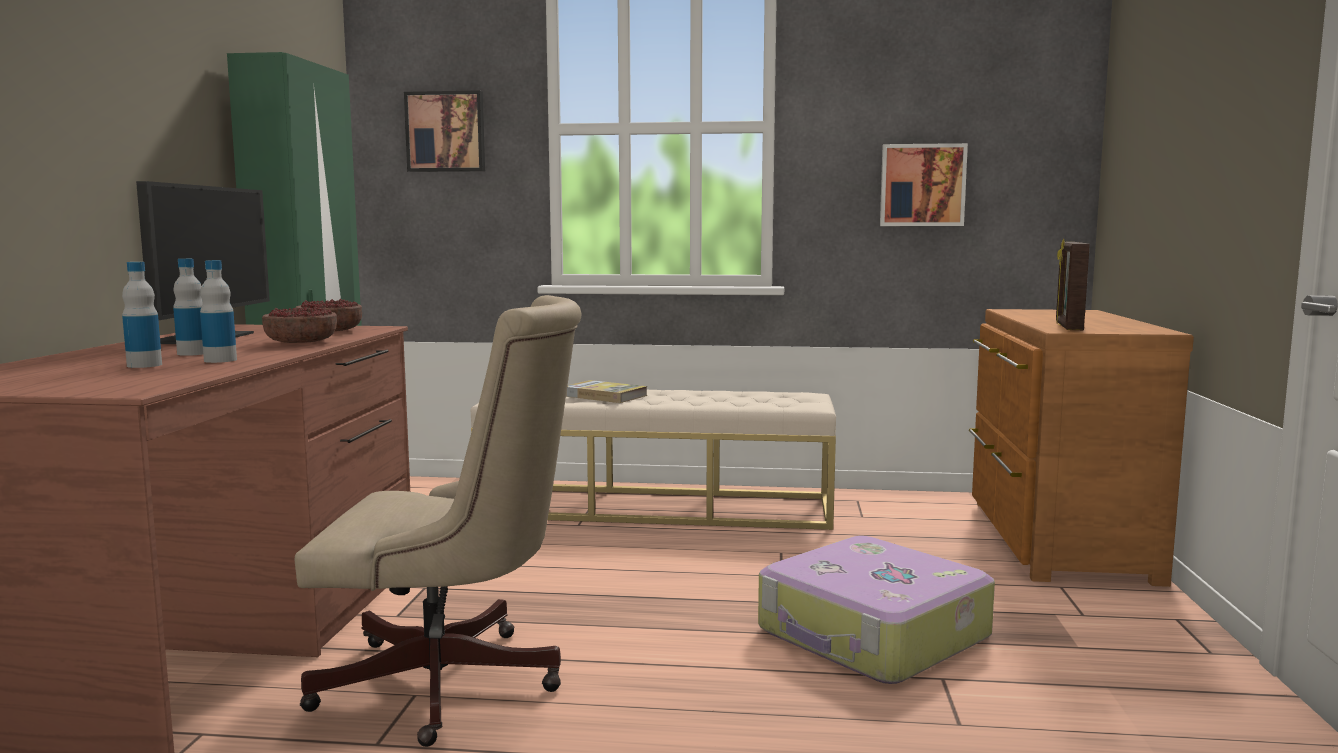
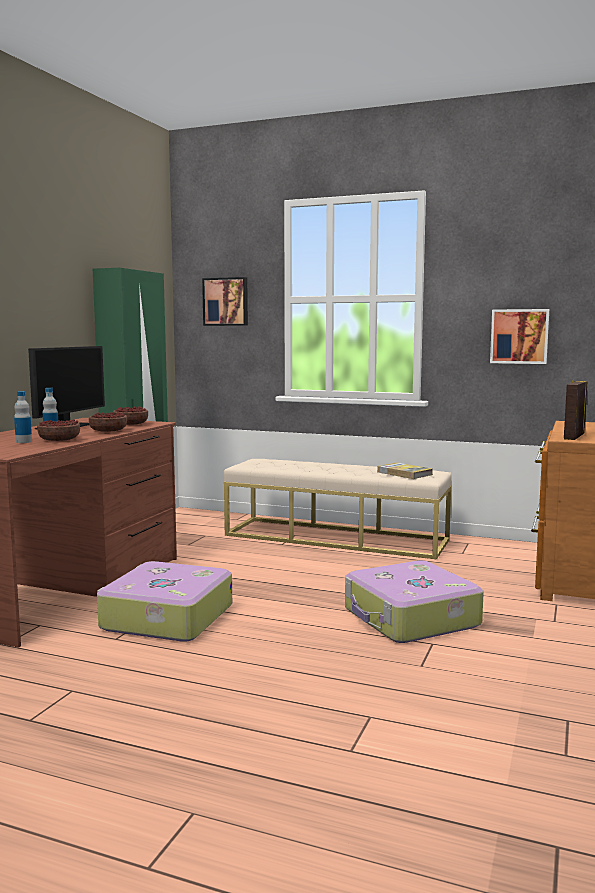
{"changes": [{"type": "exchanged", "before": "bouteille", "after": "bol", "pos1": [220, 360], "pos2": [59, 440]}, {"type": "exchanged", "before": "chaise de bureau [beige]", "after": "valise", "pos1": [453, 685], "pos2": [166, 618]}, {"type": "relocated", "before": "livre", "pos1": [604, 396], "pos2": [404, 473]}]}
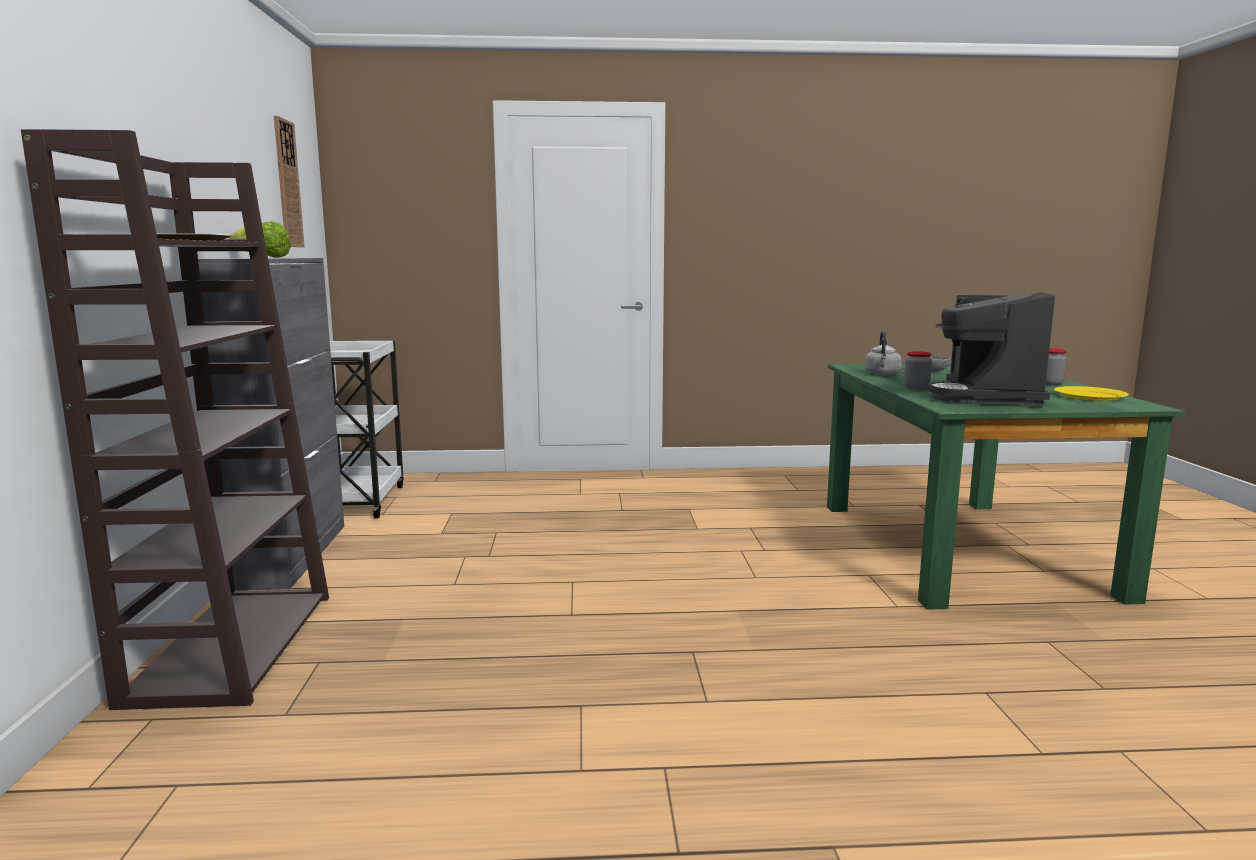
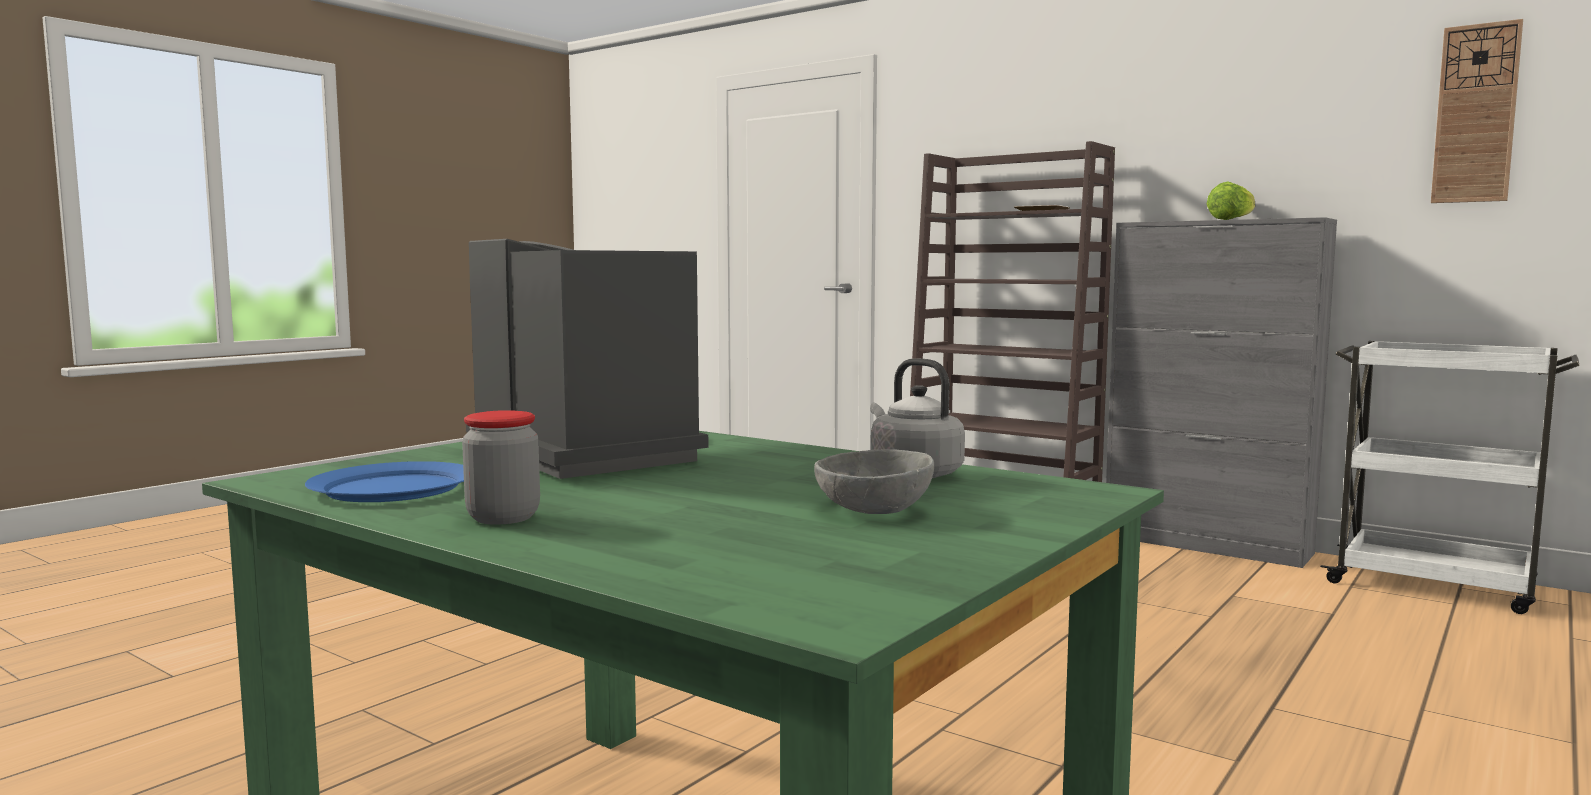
{"changes": [{"type": "missing", "before": "bocal", "pos1": [916, 388]}, {"type": "colour", "before": "assiette [jaune]", "after": "assiette [bleu]", "pos1": [1089, 396], "pos2": [394, 488]}]}
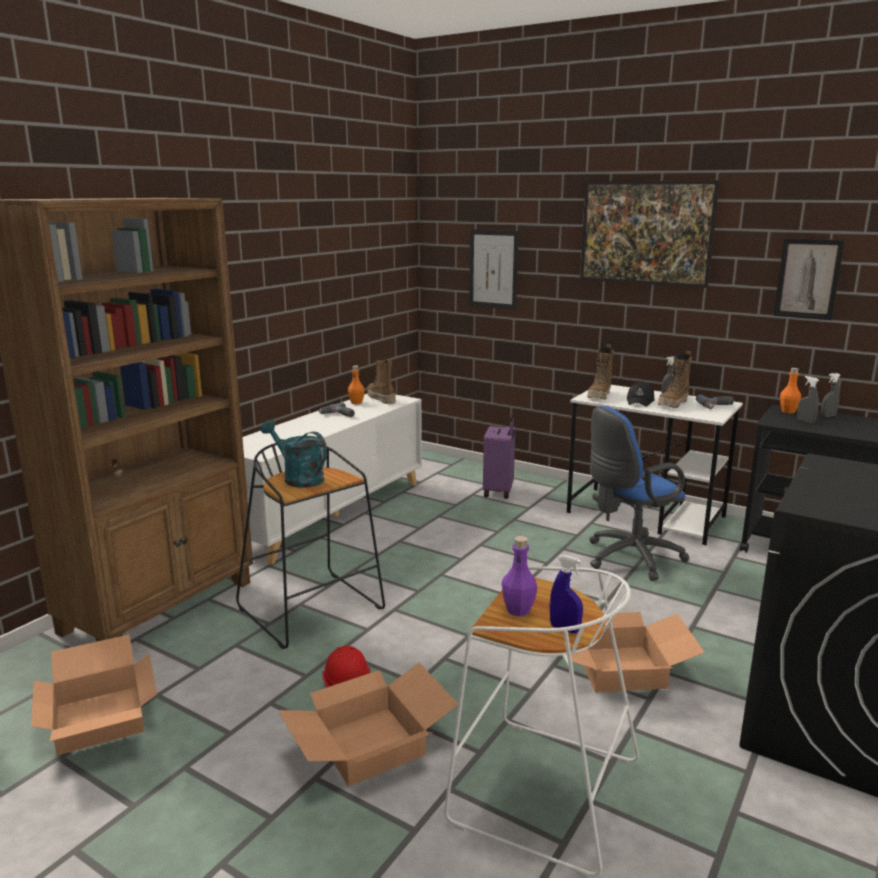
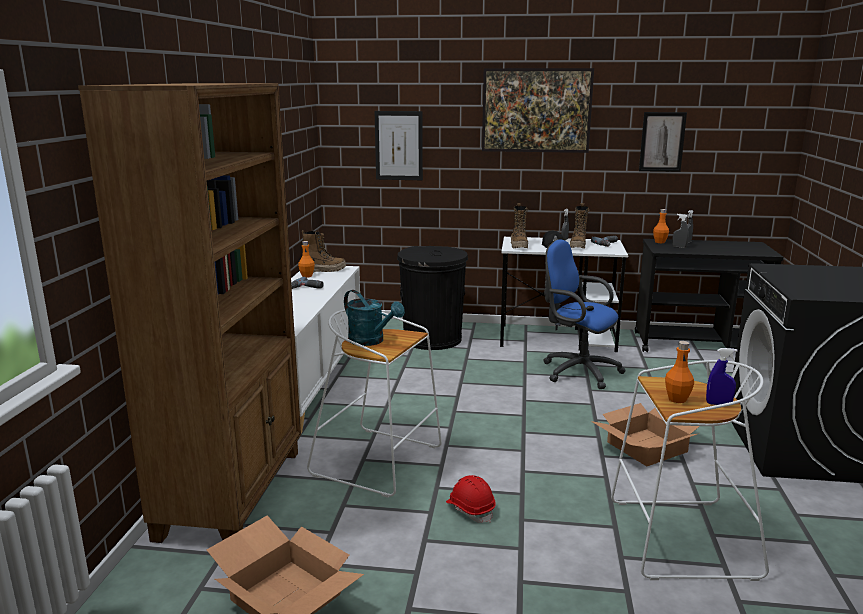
{"changes": [{"type": "spun", "before": "botte", "pos1": [381, 399], "pos2": [324, 270], "turn": 135}, {"type": "spun", "before": "chaise de bureau [bleu]", "pos1": [628, 558], "pos2": [577, 371], "turn": 90}, {"type": "exchanged", "before": "valise [violet]", "after": "poubelle [noir]", "pos1": [499, 491], "pos2": [432, 339]}, {"type": "spun", "before": "arrosoir [turquoise]", "pos1": [298, 478], "pos2": [371, 341], "turn": -150}, {"type": "colour", "before": "tabouret [noir]", "after": "tabouret [blanc]", "pos1": [313, 609], "pos2": [379, 461]}, {"type": "colour", "before": "bouteille [violet]", "after": "bouteille [orange]", "pos1": [518, 610], "pos2": [677, 399]}, {"type": "missing", "before": "carton", "pos1": [369, 746]}]}
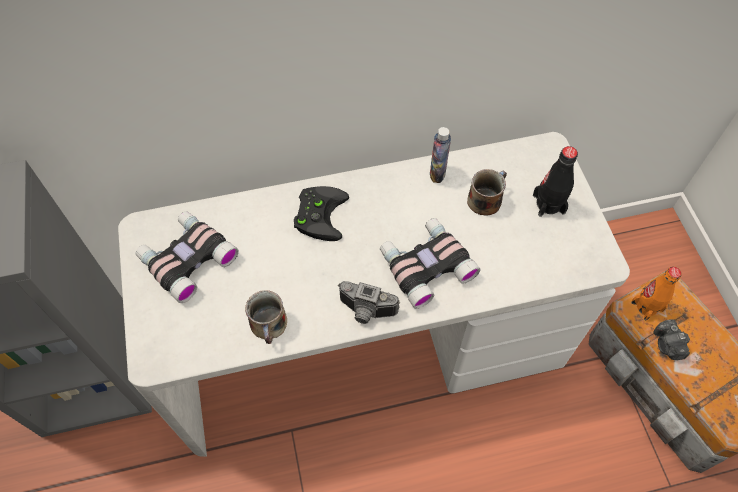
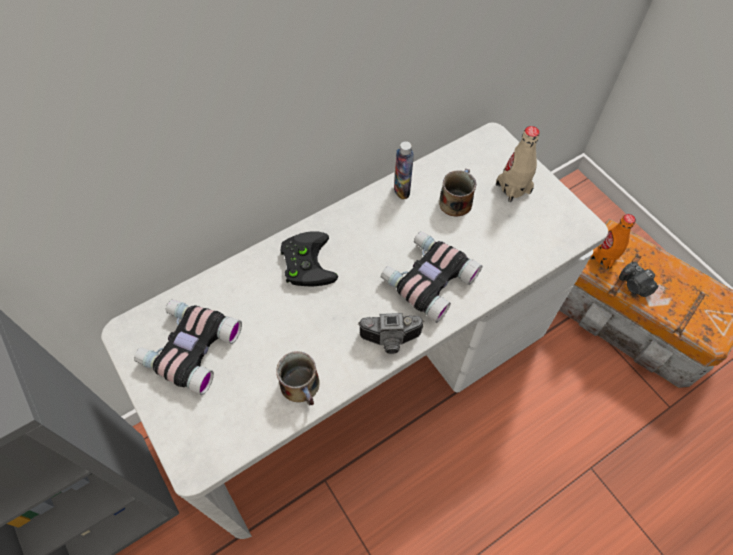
{"changes": [{"type": "colour", "before": "bouteille [noir]", "after": "bouteille [beige]", "pos1": [548, 204], "pos2": [513, 188]}]}
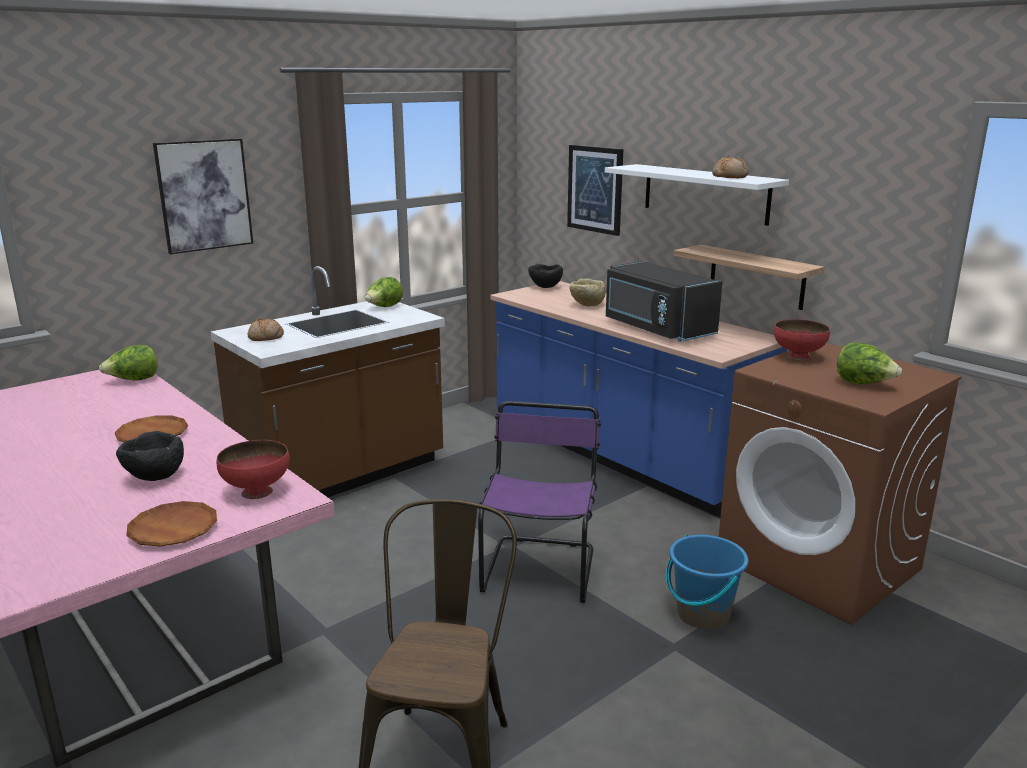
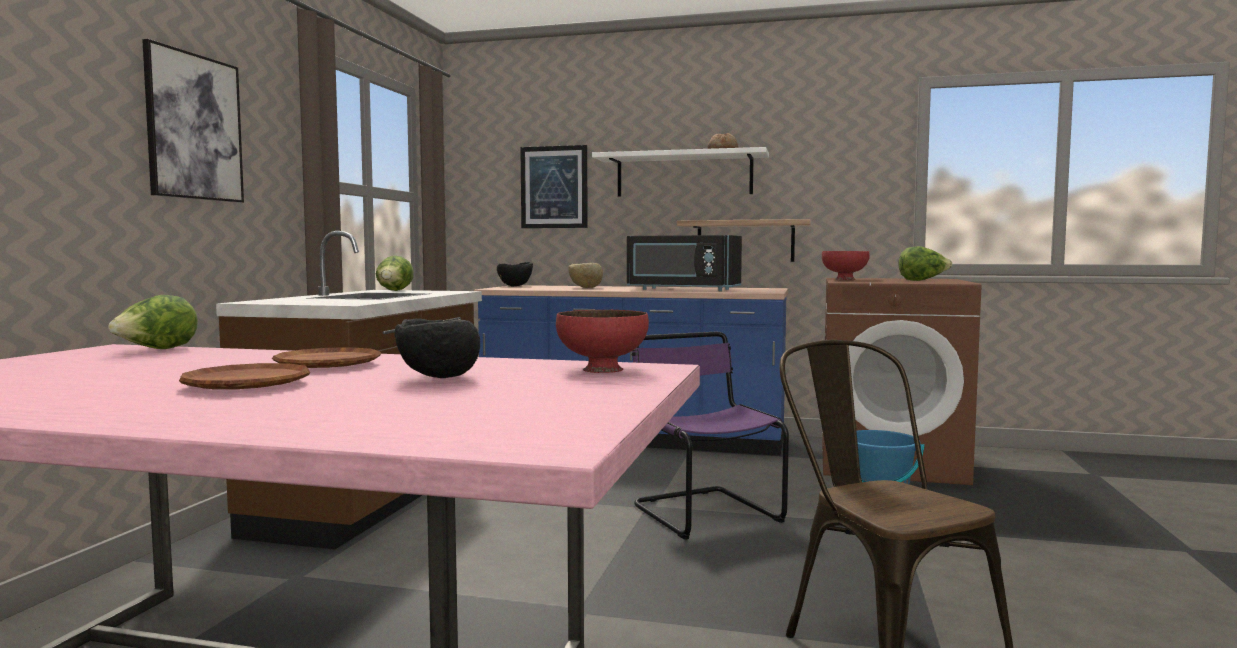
{"changes": [{"type": "missing", "before": "pain", "pos1": [265, 338]}, {"type": "relocated", "before": "assiette [marron]", "pos1": [173, 529], "pos2": [247, 385]}]}
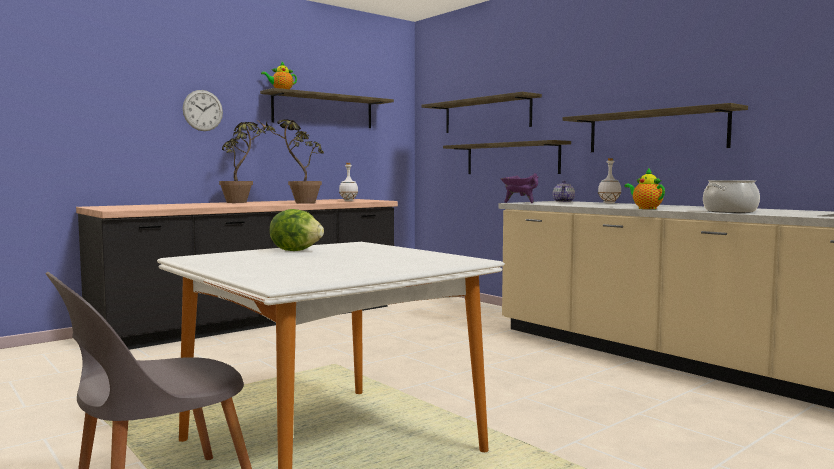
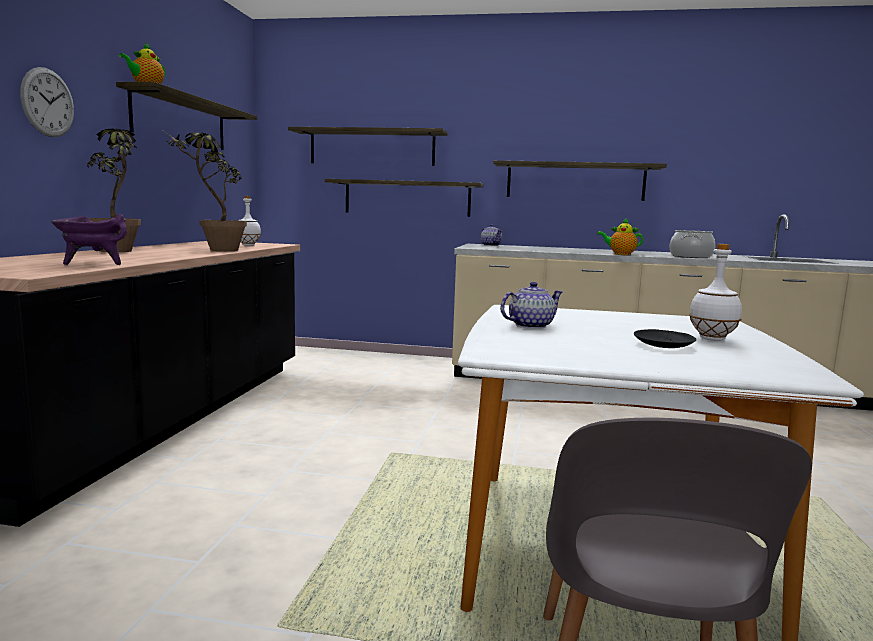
{"changes": [{"type": "relocated", "before": "bouteille [blanc]", "pos1": [609, 203], "pos2": [711, 339]}, {"type": "relocated", "before": "marmite [violet]", "pos1": [519, 202], "pos2": [93, 264]}, {"type": "exchanged", "before": "laitue", "after": "théière", "pos1": [296, 251], "pos2": [530, 326]}, {"type": "appeared", "after": "assiette [noir]", "pos2": [664, 345]}]}
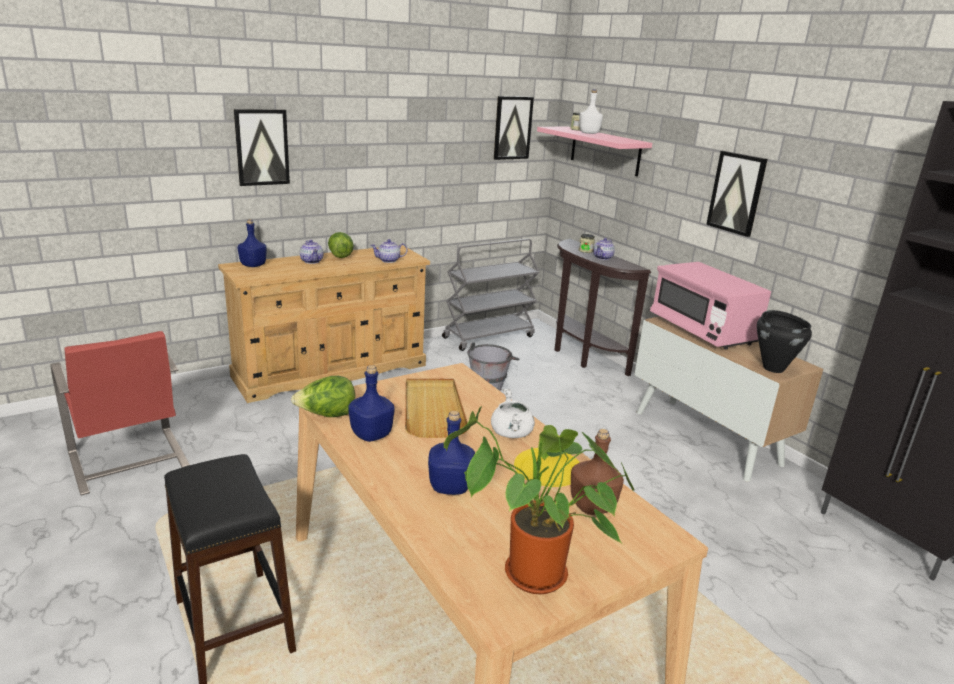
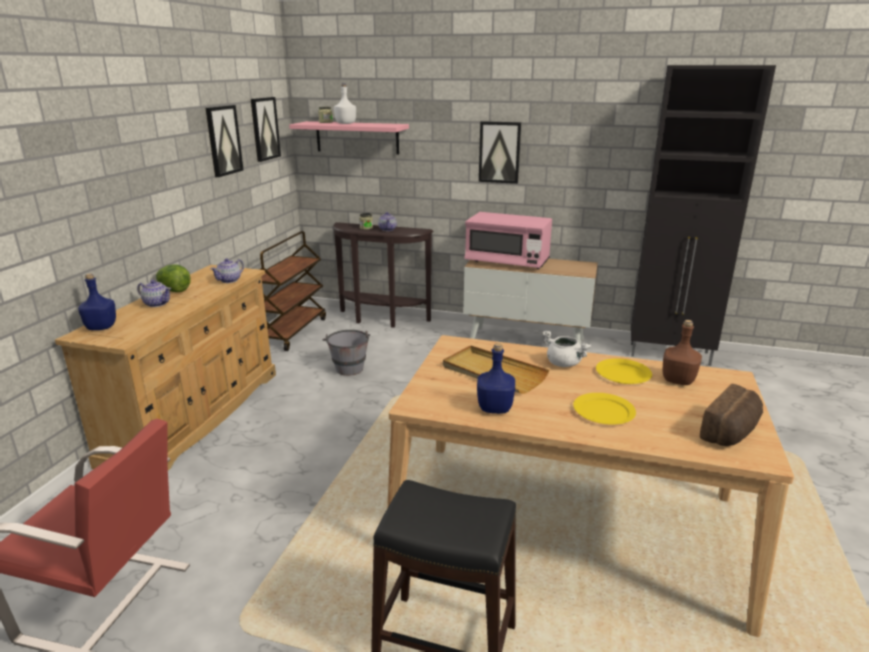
{"changes": [{"type": "relocated", "before": "tableau", "pos1": [262, 147], "pos2": [223, 140]}, {"type": "colour", "before": "chariot [gris]", "after": "chariot [marron]", "pos1": [488, 336], "pos2": [292, 332]}, {"type": "missing", "before": "marmite [noir]", "pos1": [773, 368]}, {"type": "missing", "before": "laitue", "pos1": [326, 415]}, {"type": "exchanged", "before": "plante en pot", "after": "pain", "pos1": [529, 577], "pos2": [731, 432]}, {"type": "exchanged", "before": "bouteille [bleu]", "after": "assiette [jaune]", "pos1": [451, 487], "pos2": [603, 411]}]}
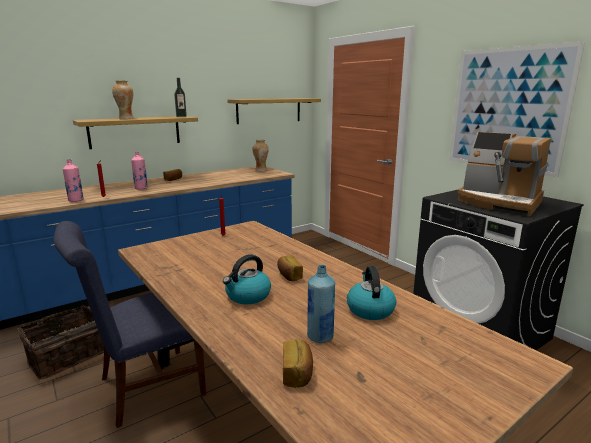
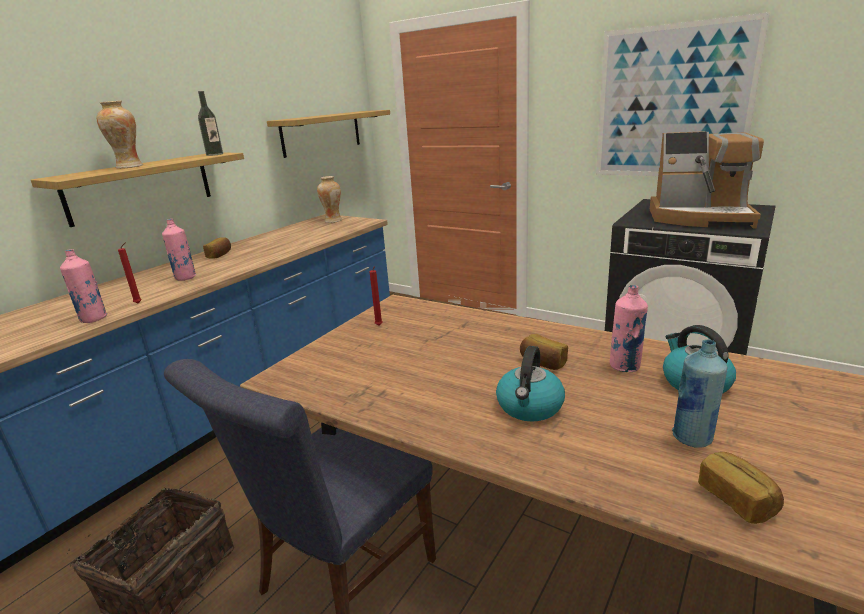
{"changes": [{"type": "appeared", "after": "bouteille [rose]", "pos2": [625, 366]}]}
